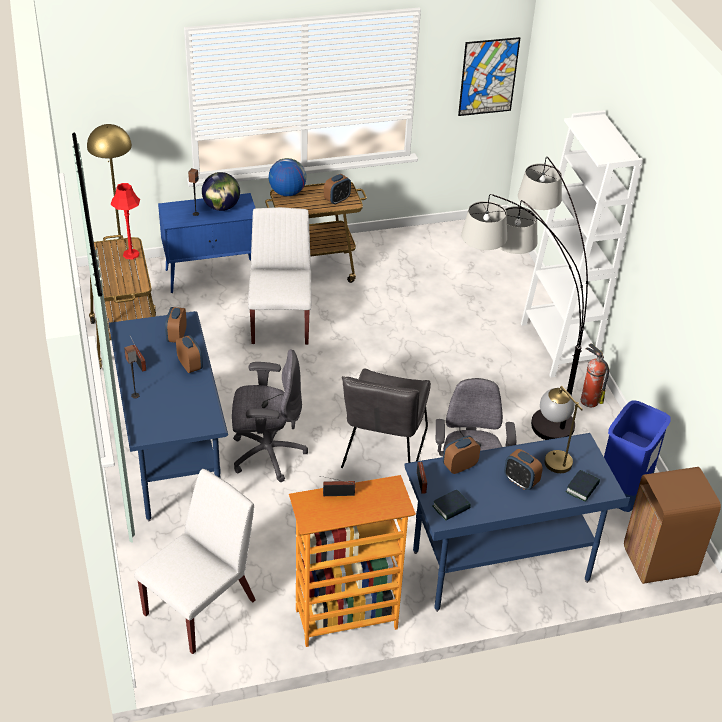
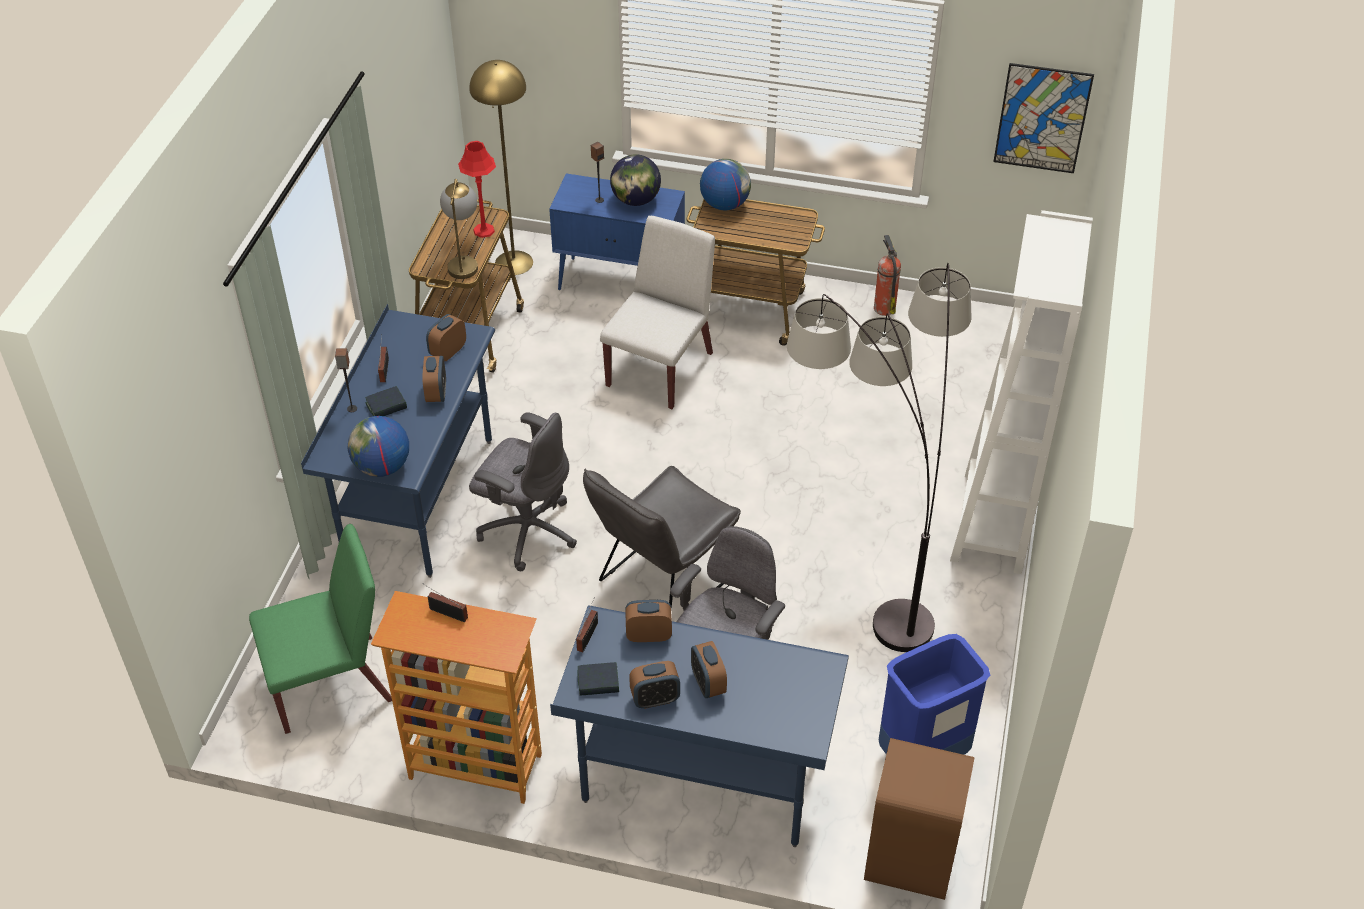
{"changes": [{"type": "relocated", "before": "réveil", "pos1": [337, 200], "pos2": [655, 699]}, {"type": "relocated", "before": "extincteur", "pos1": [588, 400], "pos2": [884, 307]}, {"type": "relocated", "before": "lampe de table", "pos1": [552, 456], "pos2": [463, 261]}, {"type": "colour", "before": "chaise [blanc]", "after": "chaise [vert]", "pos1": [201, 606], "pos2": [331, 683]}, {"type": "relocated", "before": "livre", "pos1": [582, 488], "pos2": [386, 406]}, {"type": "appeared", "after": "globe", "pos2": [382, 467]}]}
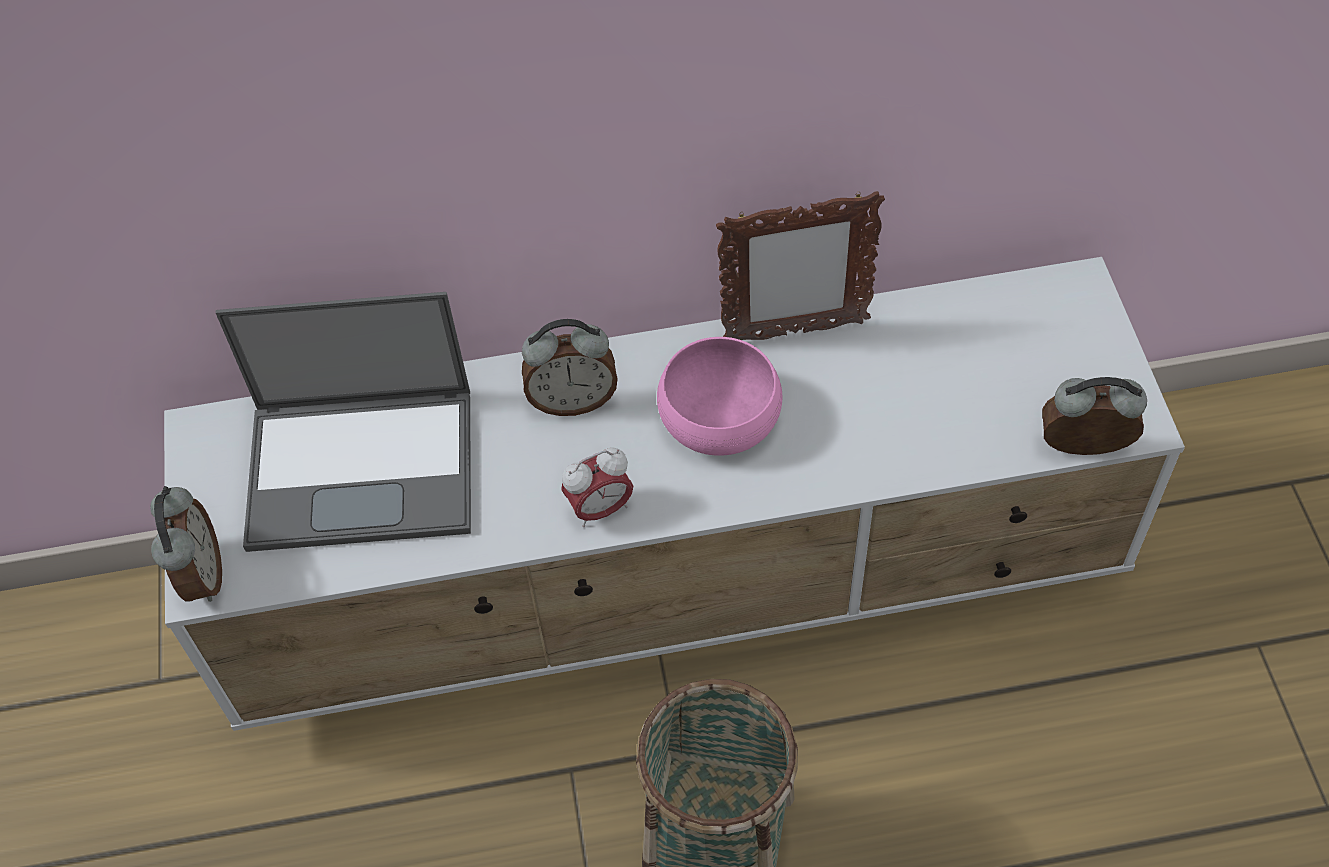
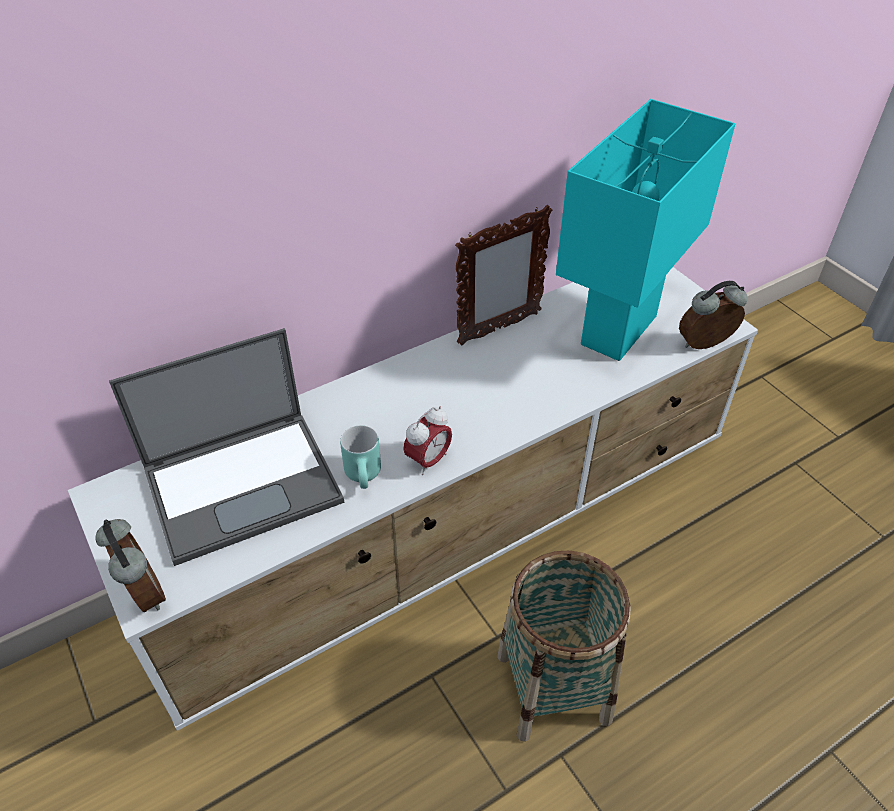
{"changes": [{"type": "missing", "before": "réveil", "pos1": [573, 400]}, {"type": "missing", "before": "bol [rose]", "pos1": [719, 418]}, {"type": "appeared", "after": "lampe de table [turquoise]", "pos2": [618, 330]}, {"type": "appeared", "after": "mug [turquoise]", "pos2": [366, 477]}]}
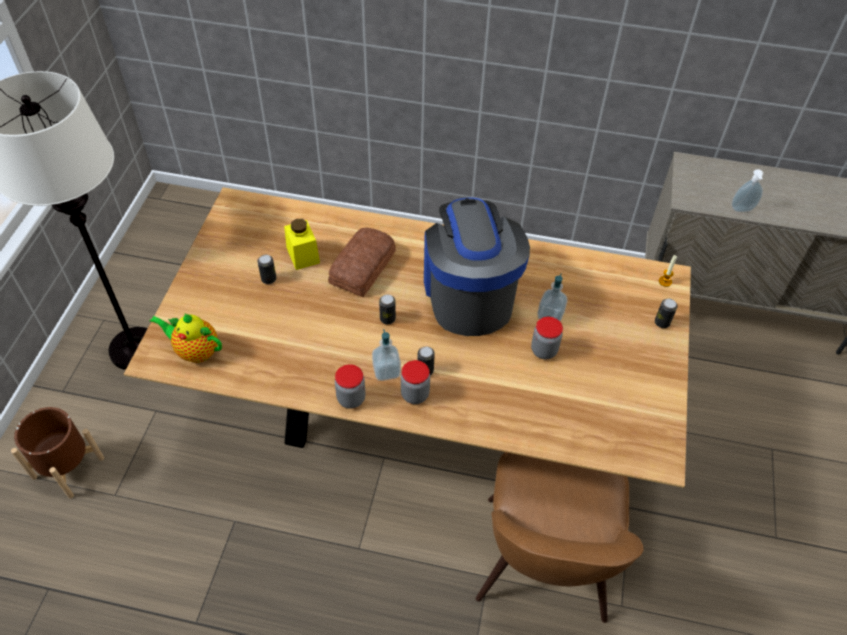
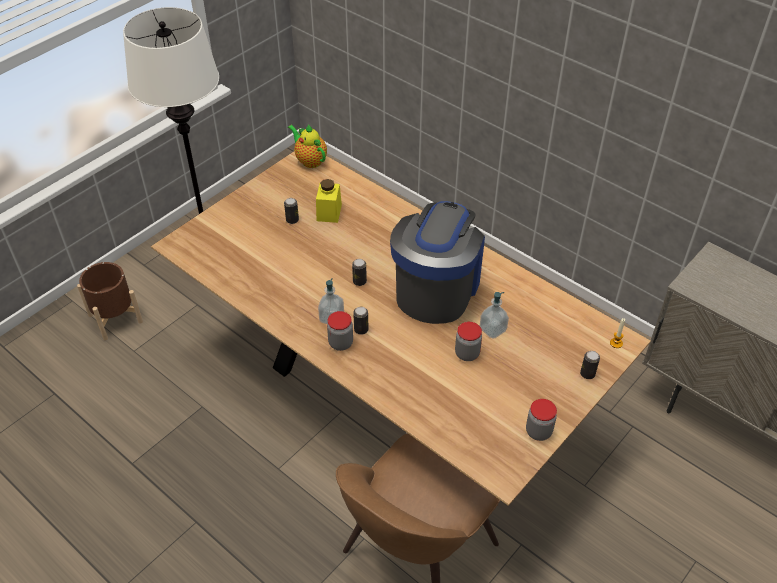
{"changes": [{"type": "missing", "before": "distributeur de savon", "pos1": [742, 210]}, {"type": "missing", "before": "pain", "pos1": [364, 267]}, {"type": "relocated", "before": "théière", "pos1": [195, 351], "pos2": [310, 160]}, {"type": "relocated", "before": "bocal", "pos1": [351, 398], "pos2": [538, 431]}]}
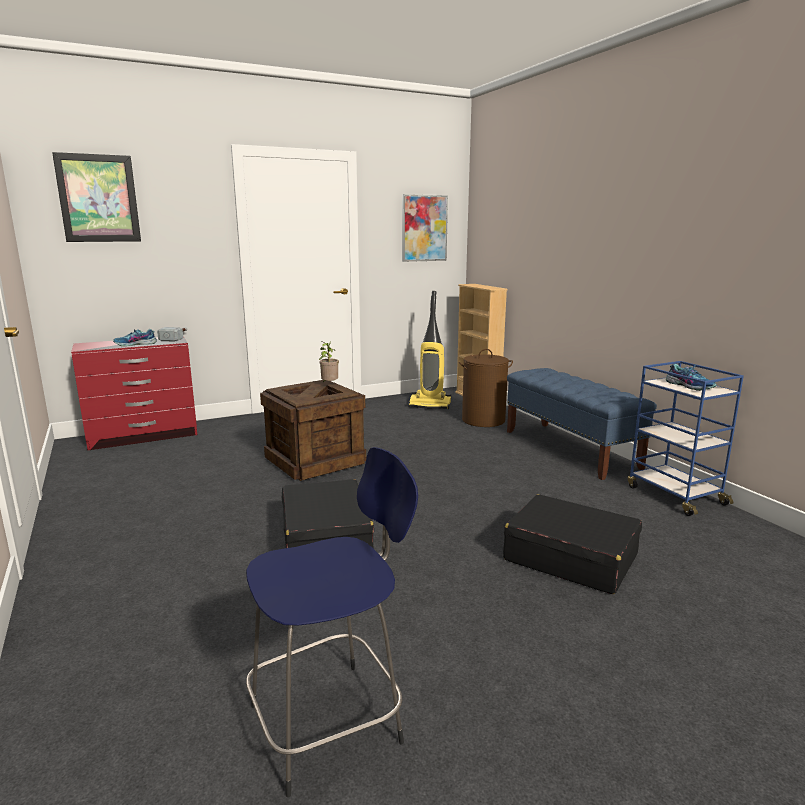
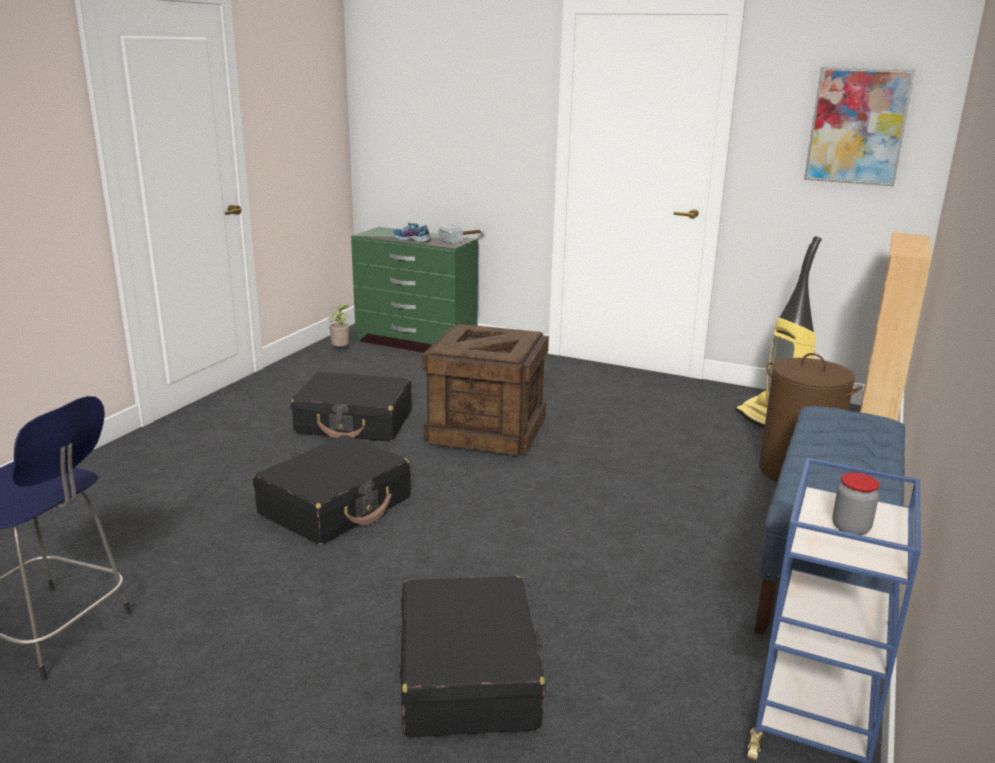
{"changes": [{"type": "missing", "before": "tableau", "pos1": [98, 198]}, {"type": "colour", "before": "commode [rouge]", "after": "commode [vert]", "pos1": [144, 436], "pos2": [416, 343]}, {"type": "relocated", "before": "plante en pot", "pos1": [329, 385], "pos2": [341, 350]}, {"type": "exchanged", "before": "chaussure", "after": "bocal", "pos1": [689, 386], "pos2": [850, 528]}, {"type": "appeared", "after": "valise [noir]", "pos2": [355, 422]}]}
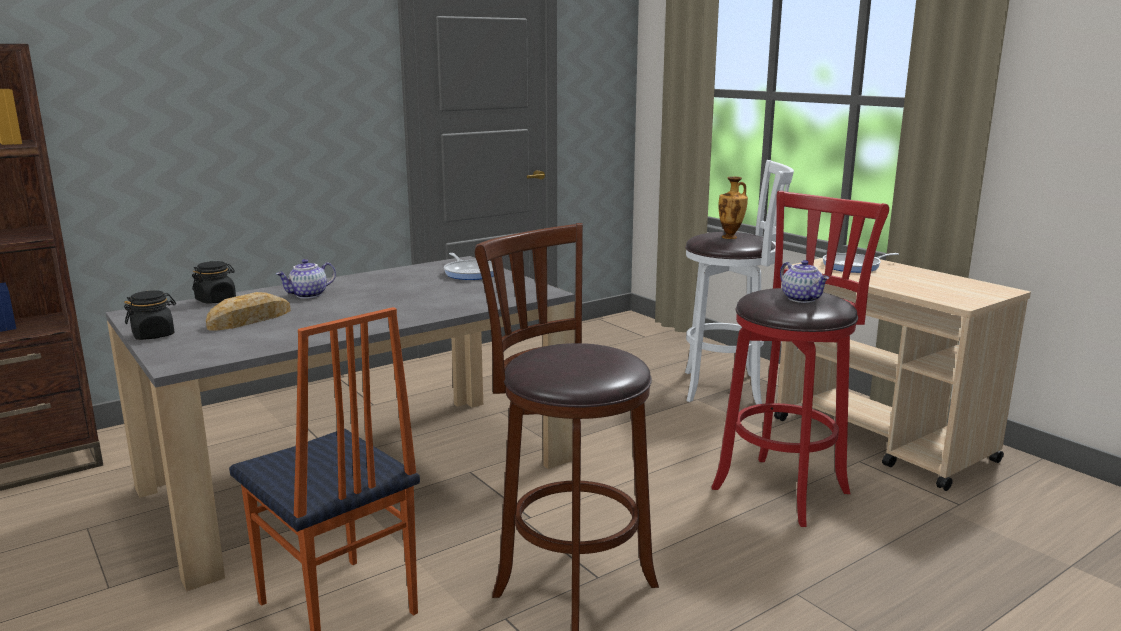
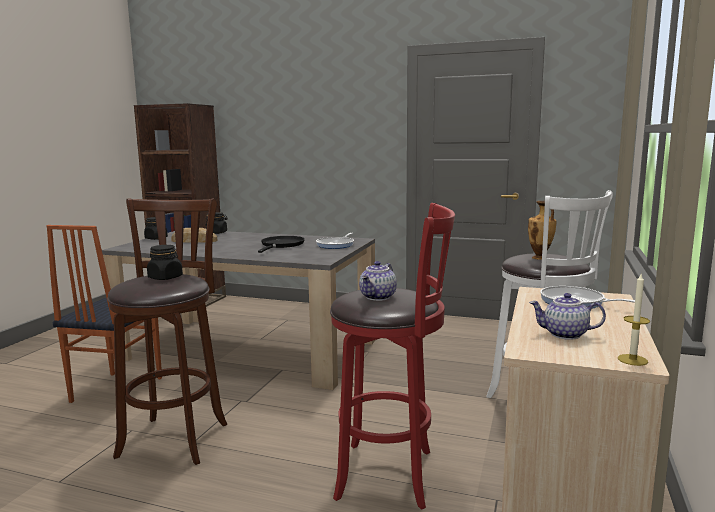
{"changes": [{"type": "relocated", "before": "théière", "pos1": [308, 295], "pos2": [564, 335]}, {"type": "appeared", "after": "poêle [noir]", "pos2": [281, 245]}, {"type": "appeared", "after": "bocal [noir]", "pos2": [165, 277]}, {"type": "appeared", "after": "bougie", "pos2": [632, 360]}]}
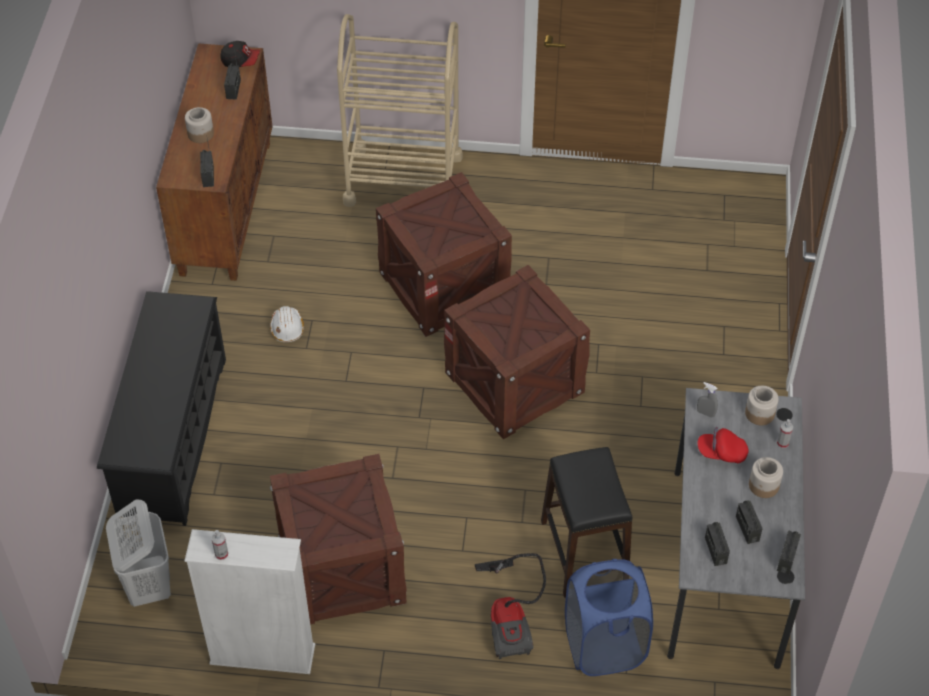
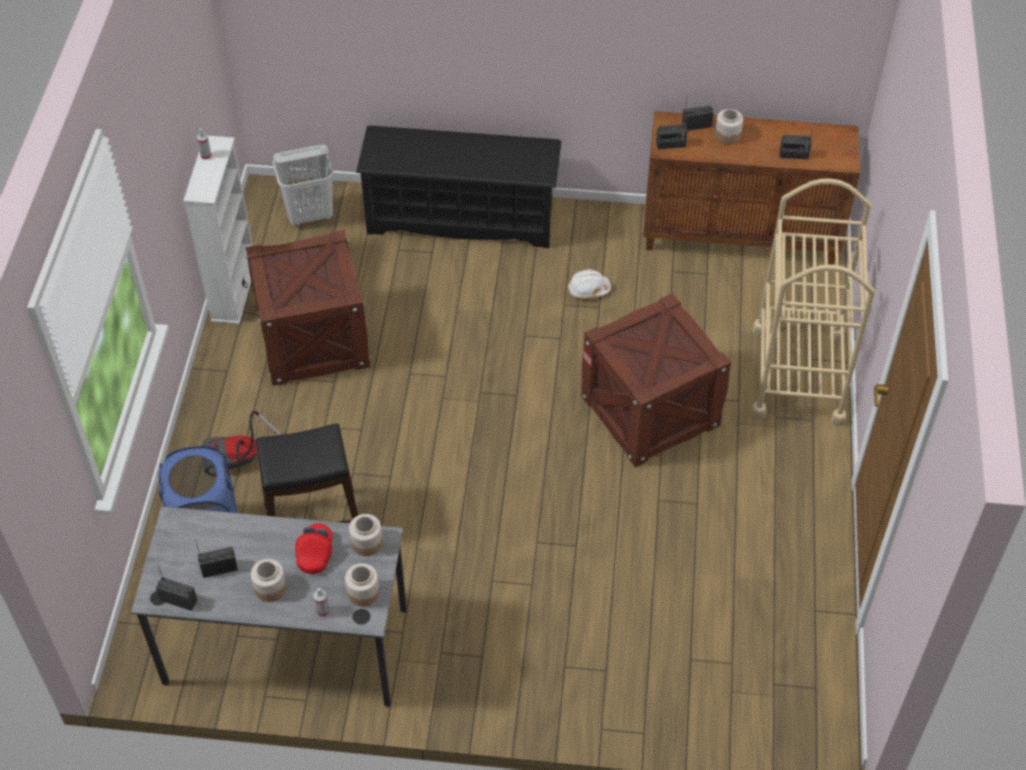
{"changes": [{"type": "missing", "before": "casquette", "pos1": [241, 61]}, {"type": "missing", "before": "caisse", "pos1": [514, 382]}, {"type": "exchanged", "before": "vaporisateur [gris]", "after": "bocal", "pos1": [705, 413], "pos2": [367, 543]}, {"type": "relocated", "before": "radio", "pos1": [715, 550], "pos2": [696, 125]}]}
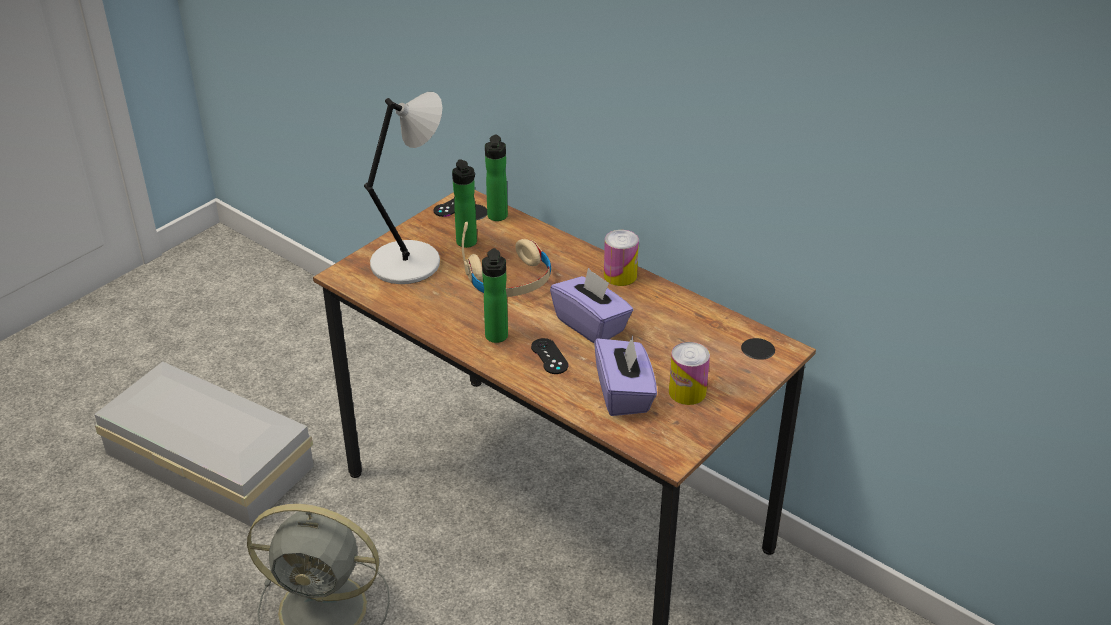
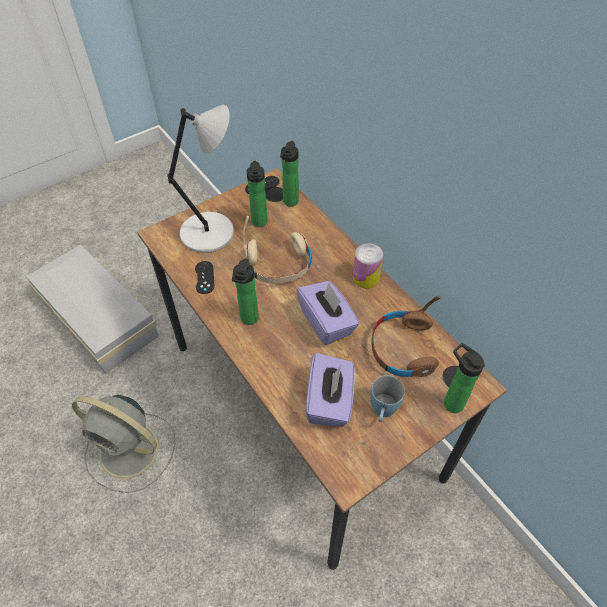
{"changes": [{"type": "relocated", "before": "manette [noir]", "pos1": [549, 356], "pos2": [204, 277]}, {"type": "exchanged", "before": "boîte métallique", "after": "mug [bleu]", "pos1": [687, 392], "pos2": [382, 412]}, {"type": "appeared", "after": "casque audio [marron]", "pos2": [402, 349]}, {"type": "appeared", "after": "bouteille", "pos2": [450, 401]}]}
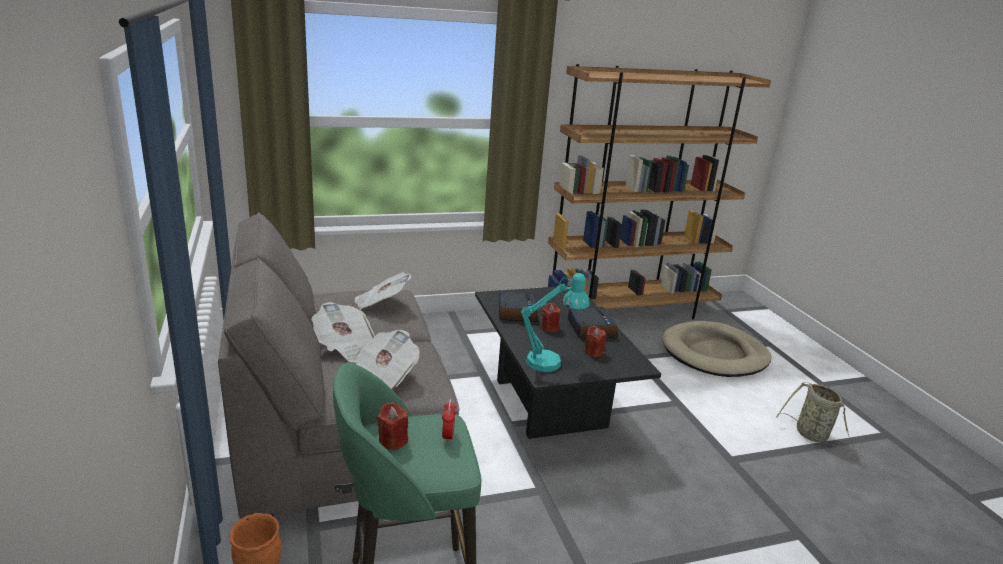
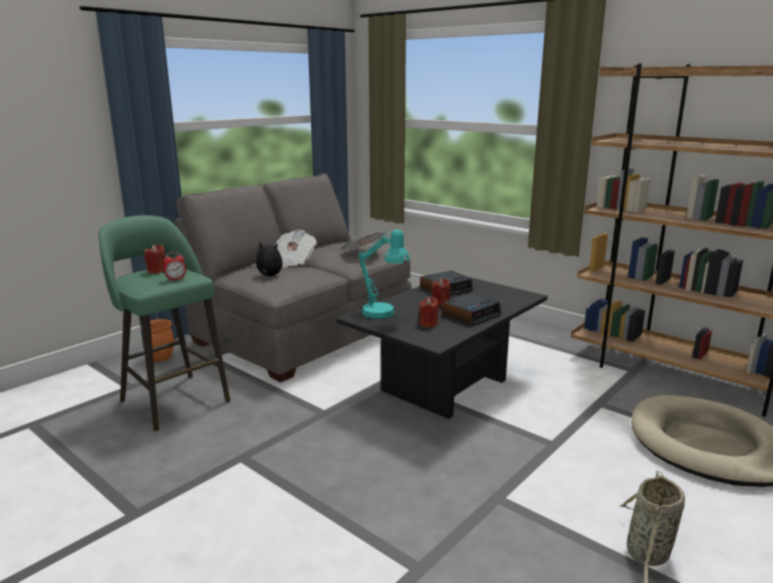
{"changes": [{"type": "exchanged", "before": "journal", "after": "peluche", "pos1": [382, 378], "pos2": [269, 276]}]}
